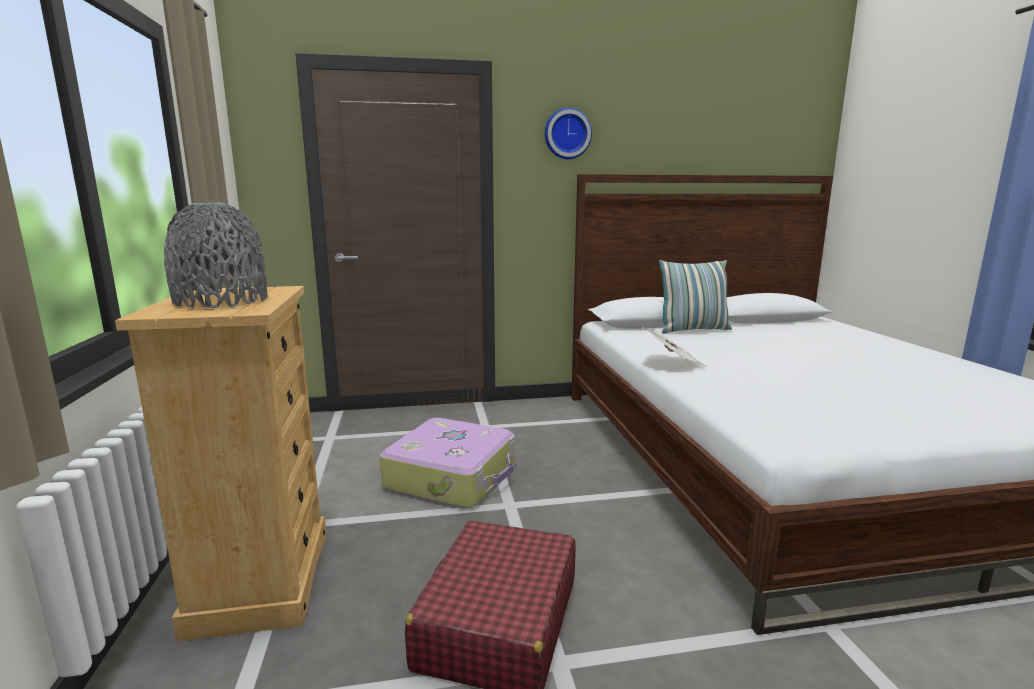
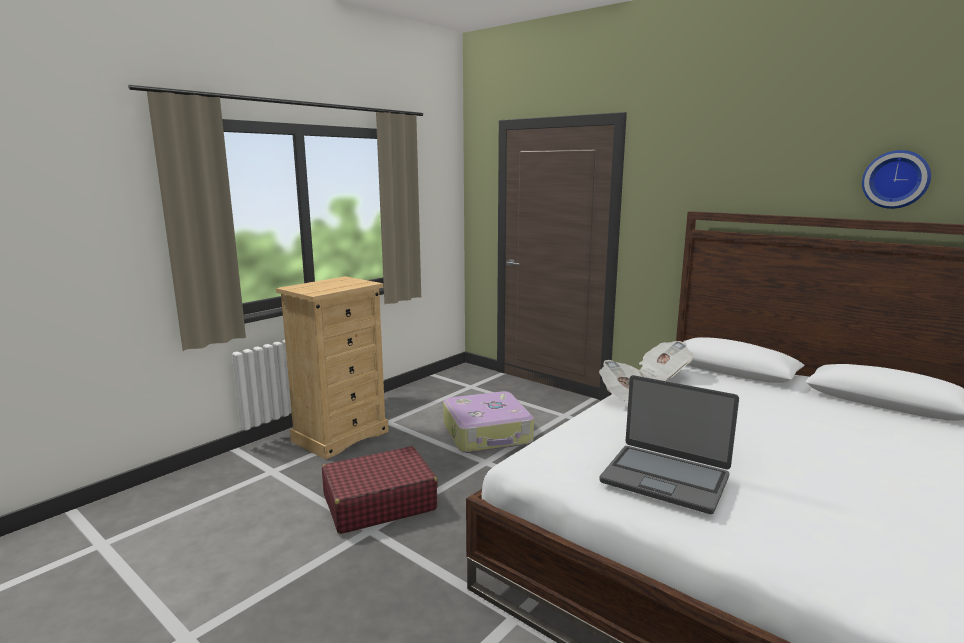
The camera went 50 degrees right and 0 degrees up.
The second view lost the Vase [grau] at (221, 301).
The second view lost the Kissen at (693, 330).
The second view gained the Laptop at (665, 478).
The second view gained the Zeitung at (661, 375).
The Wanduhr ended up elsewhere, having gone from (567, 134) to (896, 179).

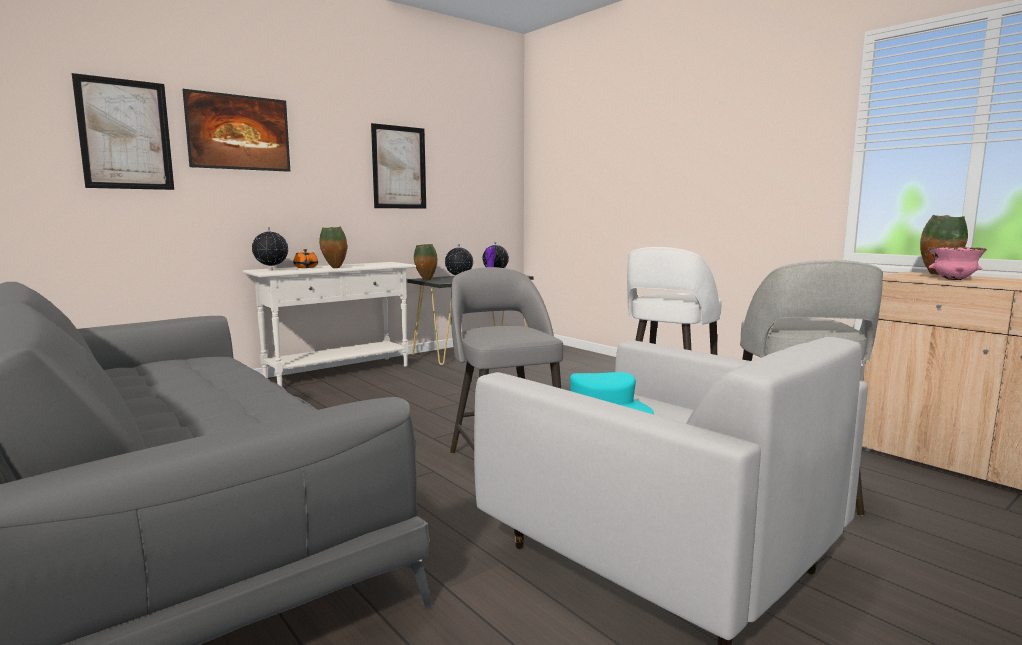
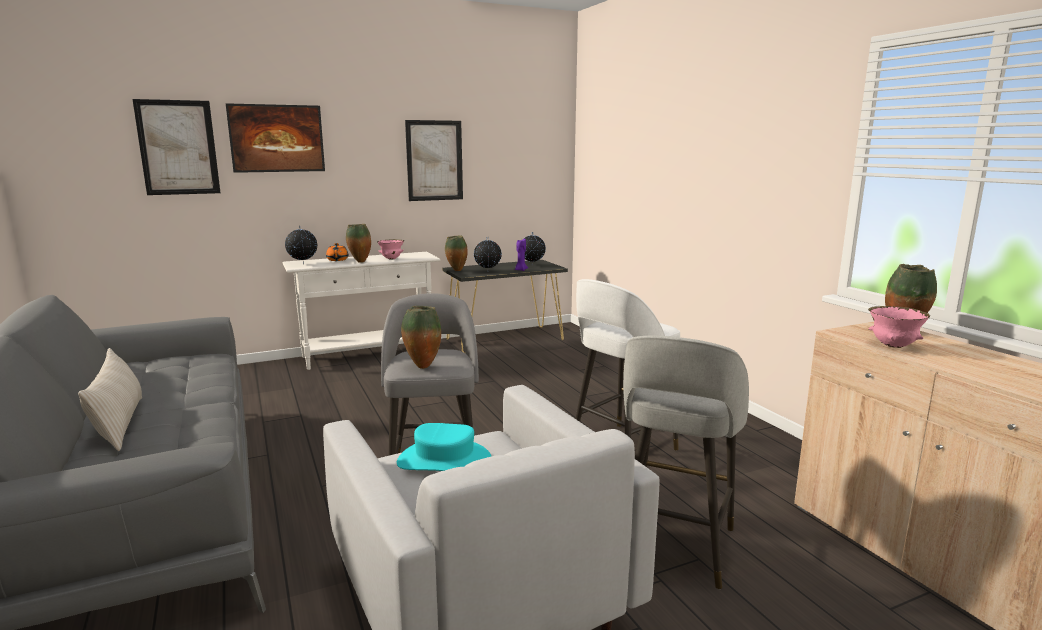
The camera went 15 degrees right and 5 degrees up.
The second view gained the Kissen [beige] at (119, 424).
The second view gained the Schüssel [rosa] at (391, 259).
The second view gained the Vase at (422, 366).

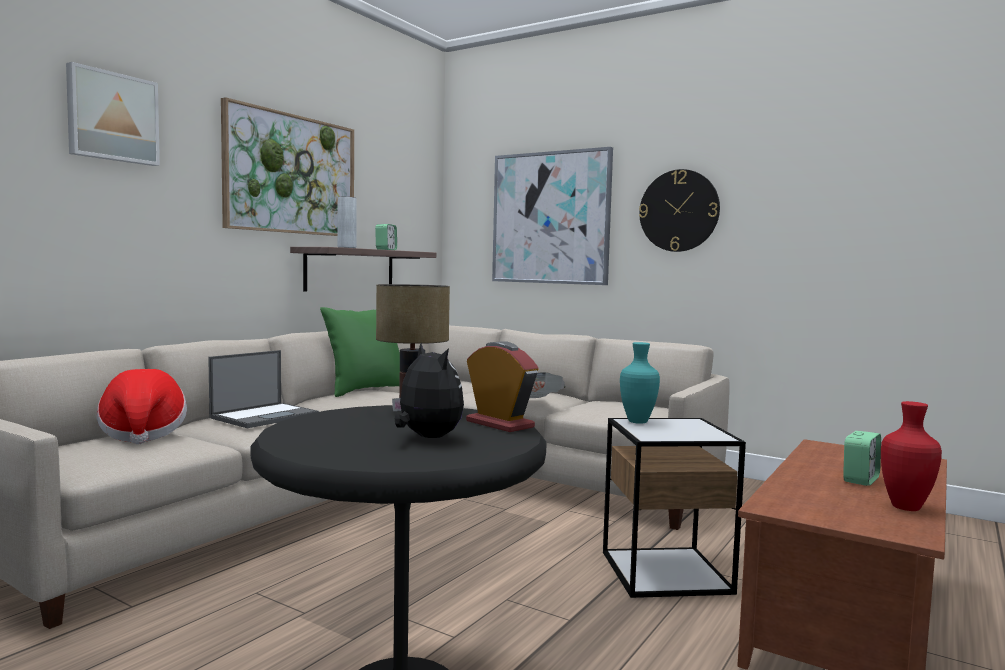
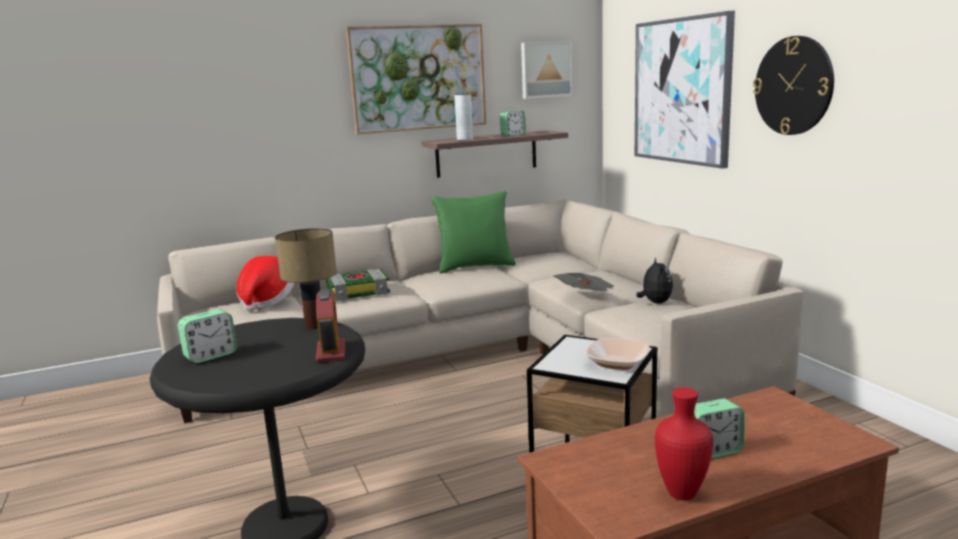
The camera went 35 degrees right and 10 degrees up.
The second view lost the Vase [türkis] at (637, 421).
The second view gained the Wecker at (211, 356).
The second view gained the Schüssel at (617, 362).
The Bild ended up elsewhere, having gone from (112, 117) to (545, 69).
The Plüschtier ended up elsewhere, having gone from (426, 438) to (655, 302).
Where the Laptop stood at (265, 416), the Buch came to stand at (359, 291).

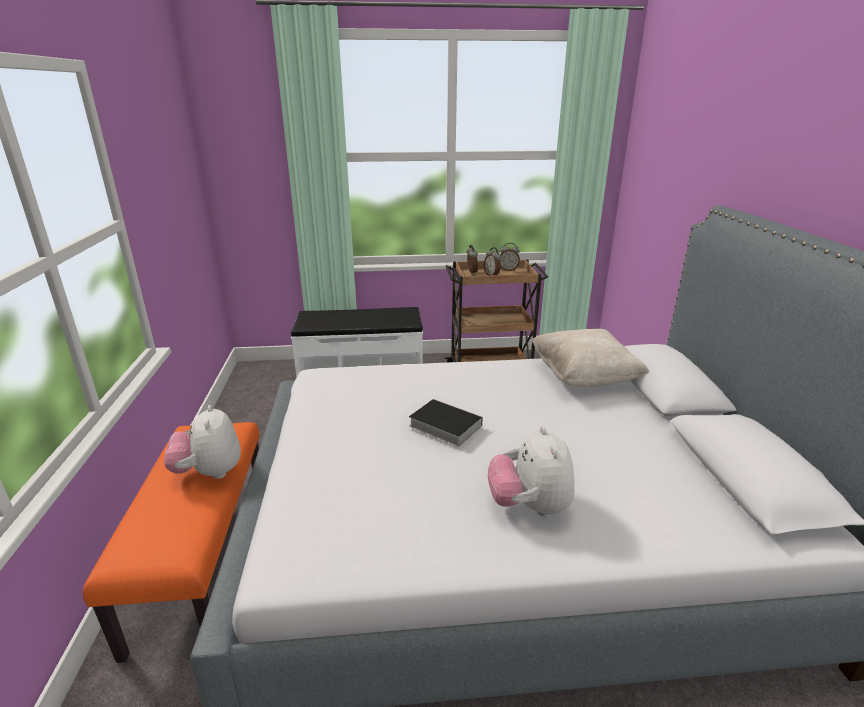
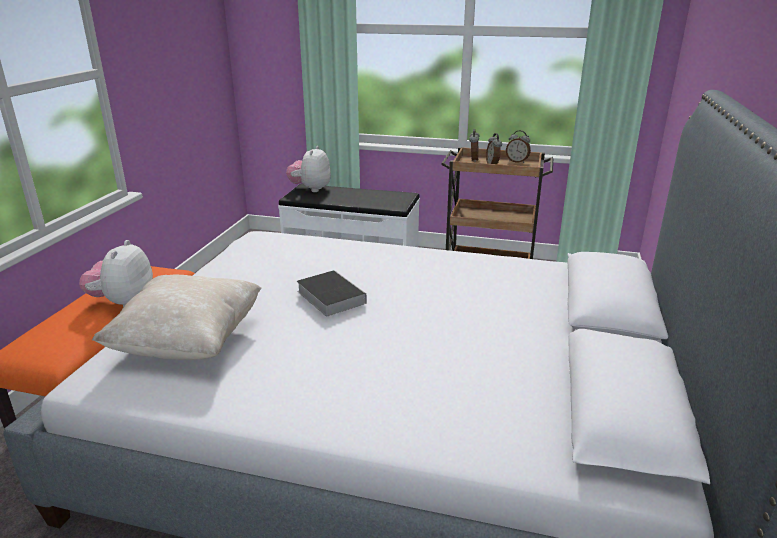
The camera went 20 degrees right and 0 degrees up.
The Plüschtier ended up elsewhere, having gone from (529, 506) to (310, 189).
The Kissen [beige] ended up elsewhere, having gone from (583, 377) to (188, 343).

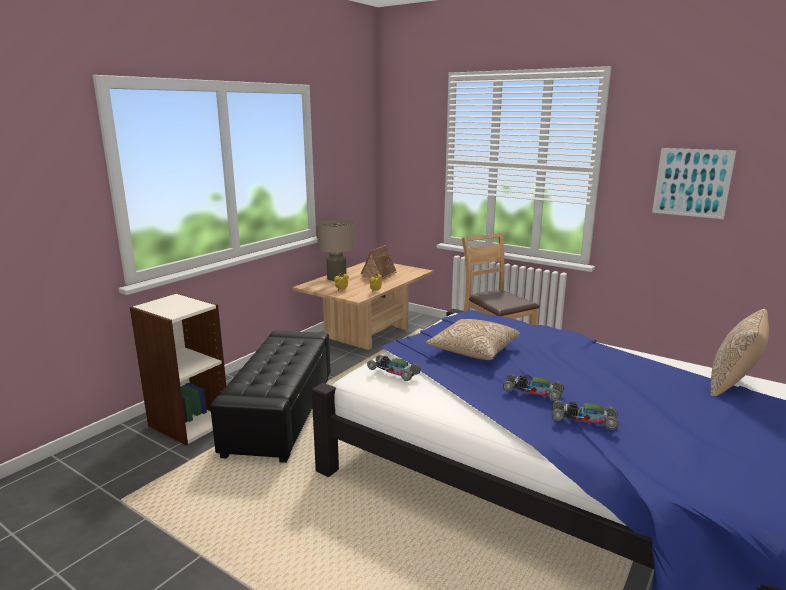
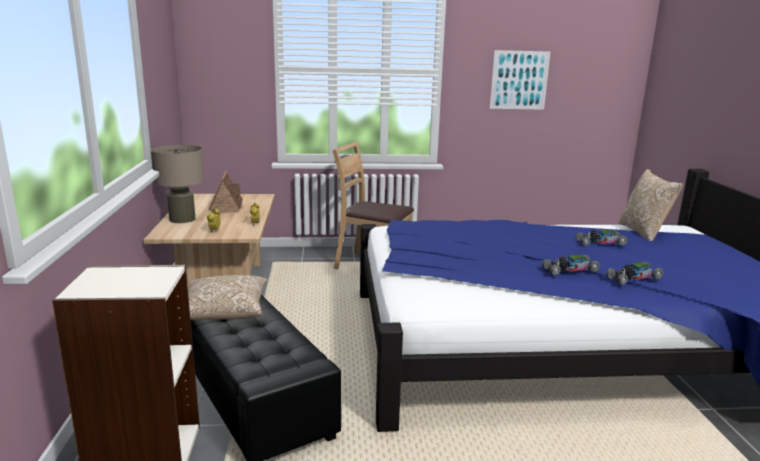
The camera went 40 degrees left and 0 degrees up.
The Spielzeugauto ended up elsewhere, having gone from (393, 372) to (600, 243).
The Kissen ended up elsewhere, having gone from (473, 351) to (224, 312).

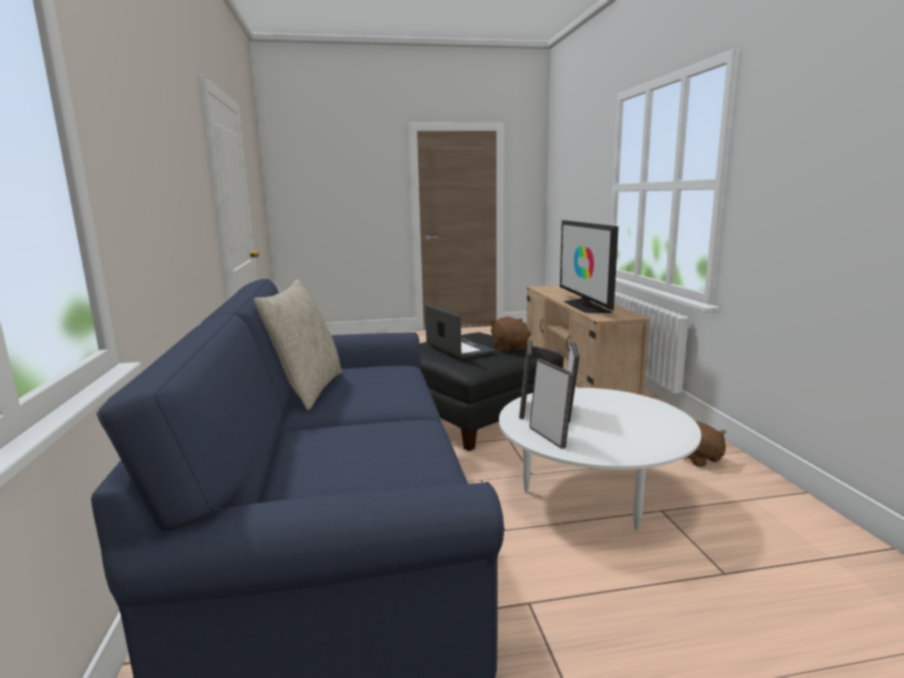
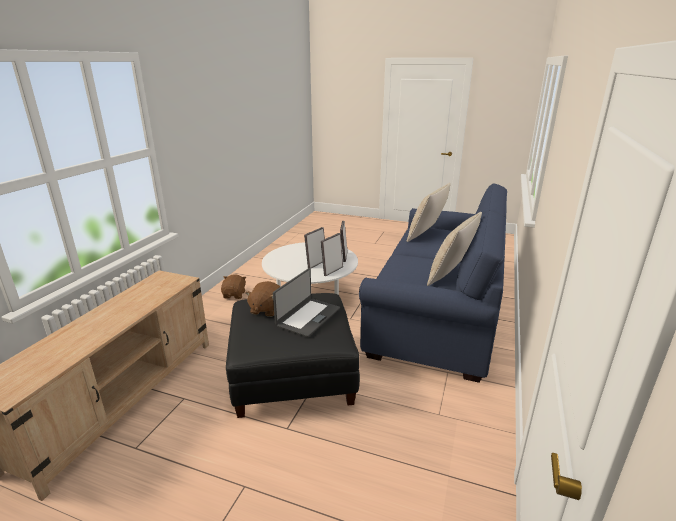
The camera went 150 degrees left and 10 degrees up.
The second view lost the Fernseher at (585, 306).
The second view gained the Kissen [beige] at (426, 235).
The Laptop at (458, 348) ended up facing another way, 150 degrees counterclockwise from before.

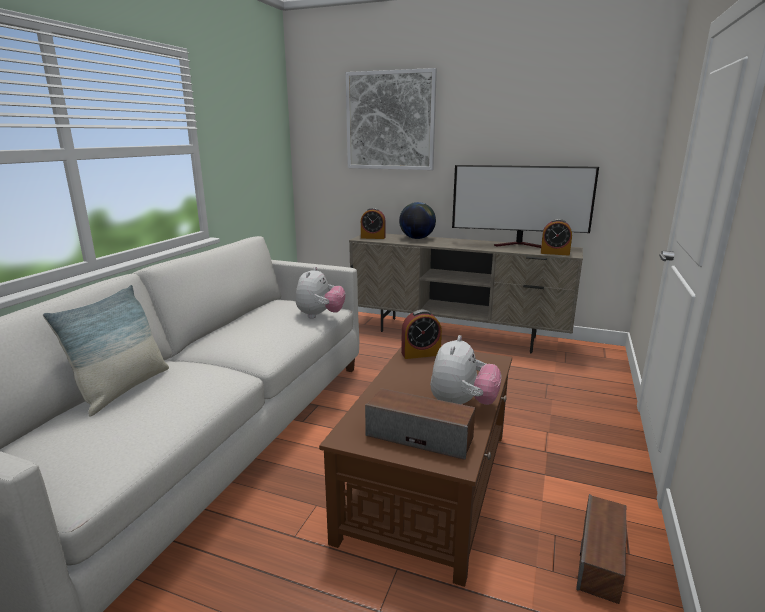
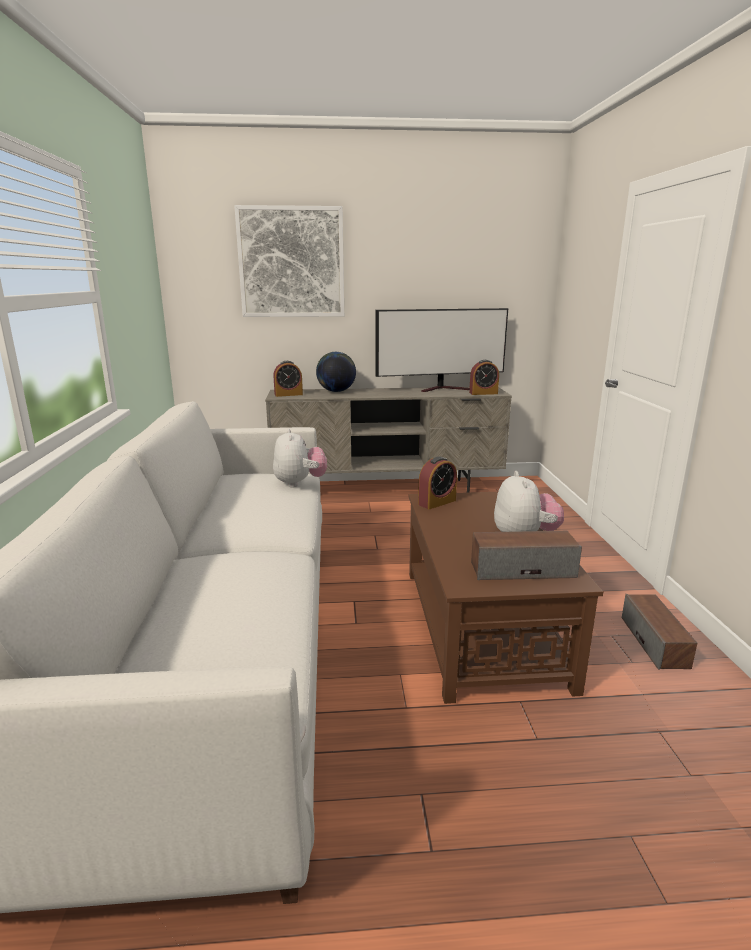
The camera went 25 degrees left and 0 degrees up.
The second view lost the Kissen at (123, 389).

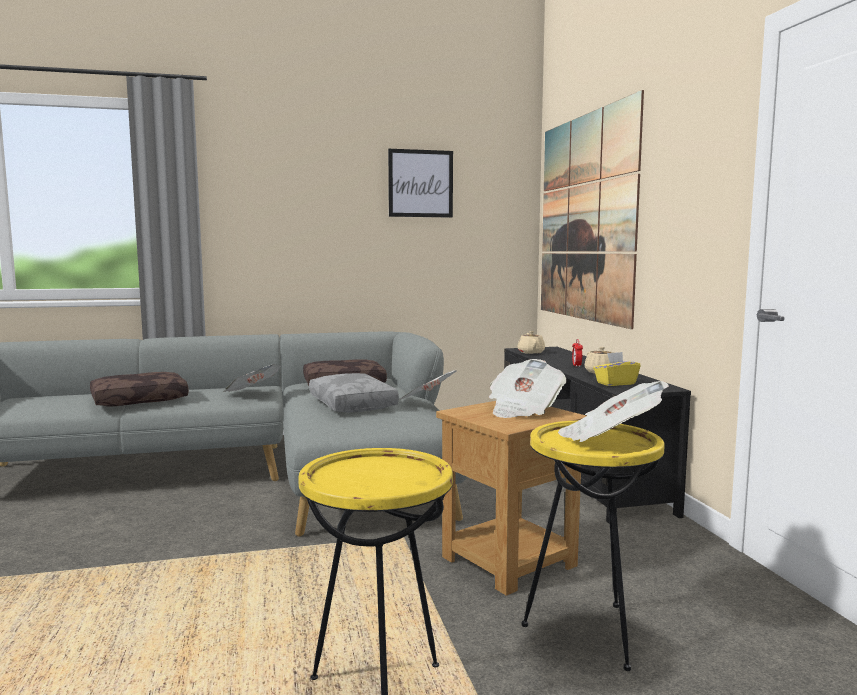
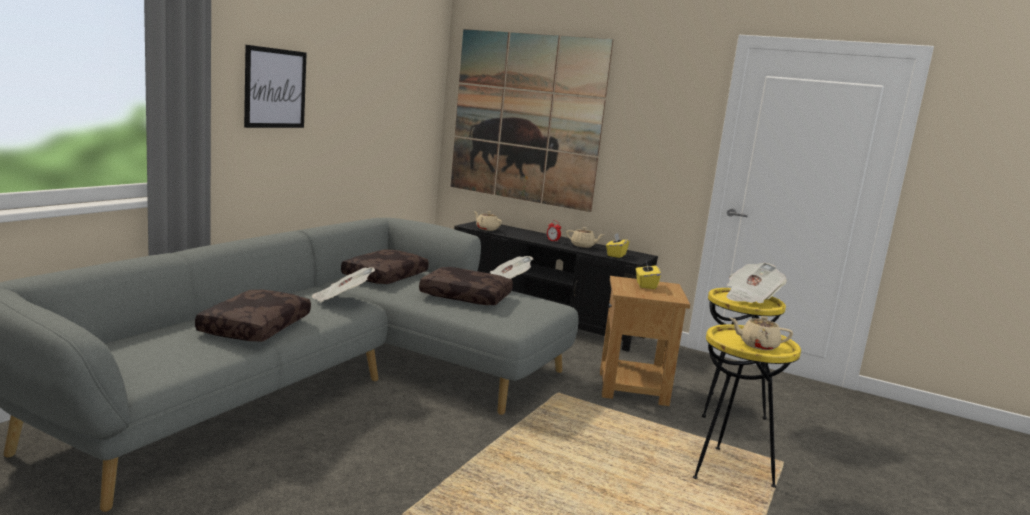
The camera went 50 degrees left and 5 degrees up.
The second view gained the Teekanne [beige] at (757, 345).
The Bild ended up elsewhere, having gone from (420, 183) to (275, 88).
Where the Zeitung stood at (523, 410), the Taschentuchbox [gelb] came to stand at (645, 285).
What was the Kissen [grau] at (354, 404) turned into the Kissen [braun] at (467, 296).

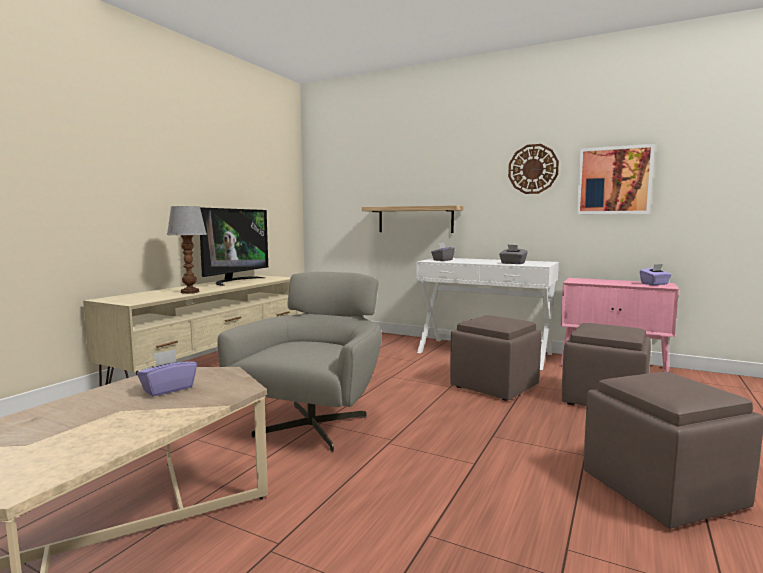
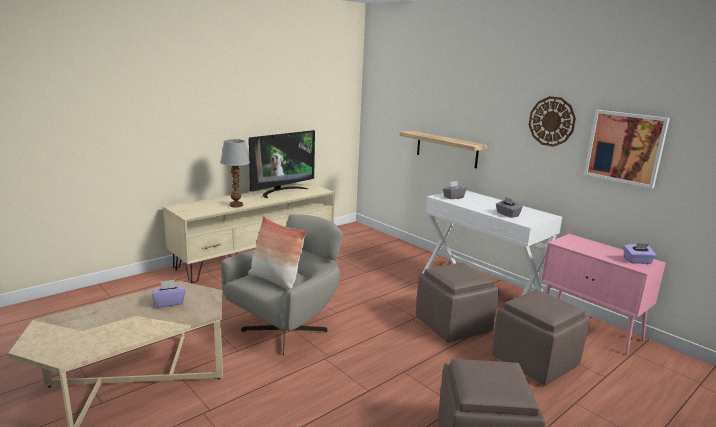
The camera went 20 degrees right and 10 degrees up.
The second view gained the Kissen at (275, 280).

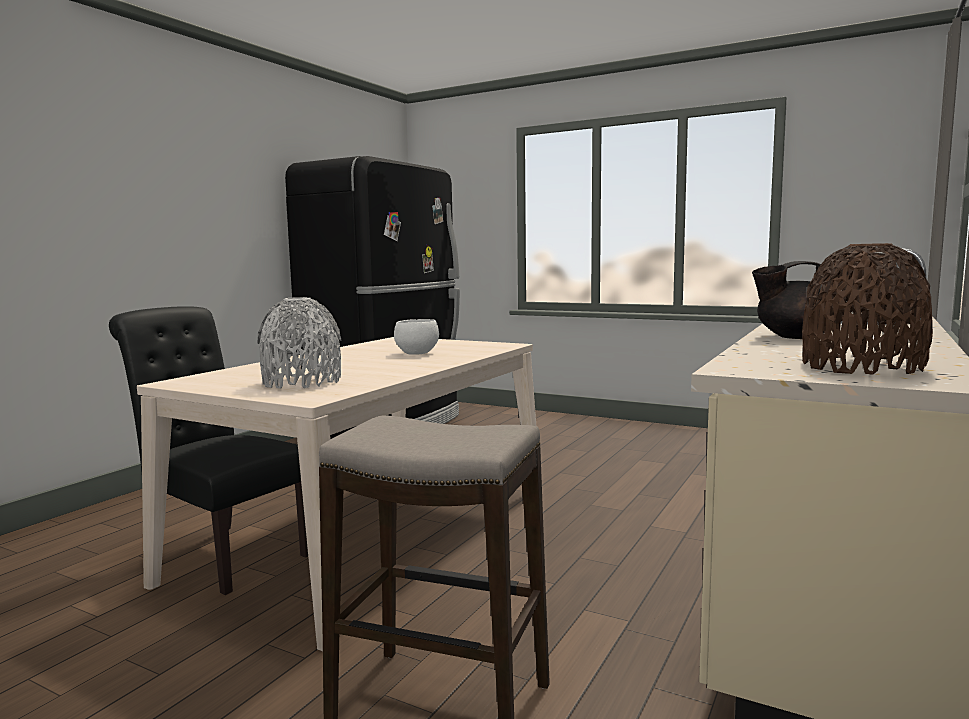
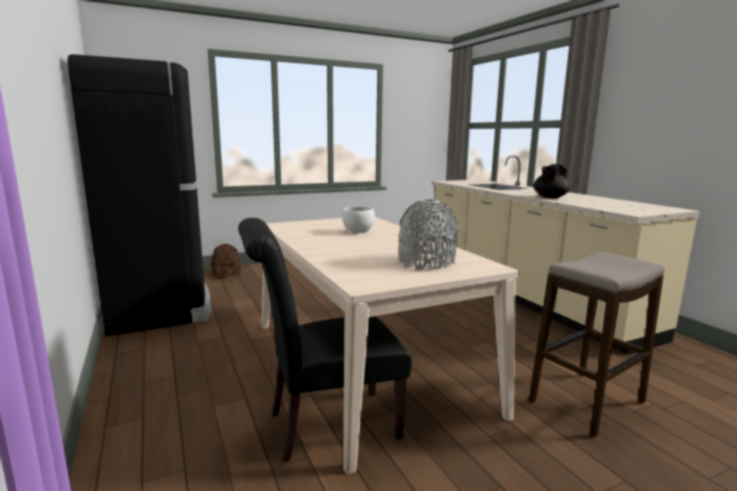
The camera went 55 degrees left and 5 degrees up.
The Vase [braun] ended up elsewhere, having gone from (861, 366) to (226, 274).

